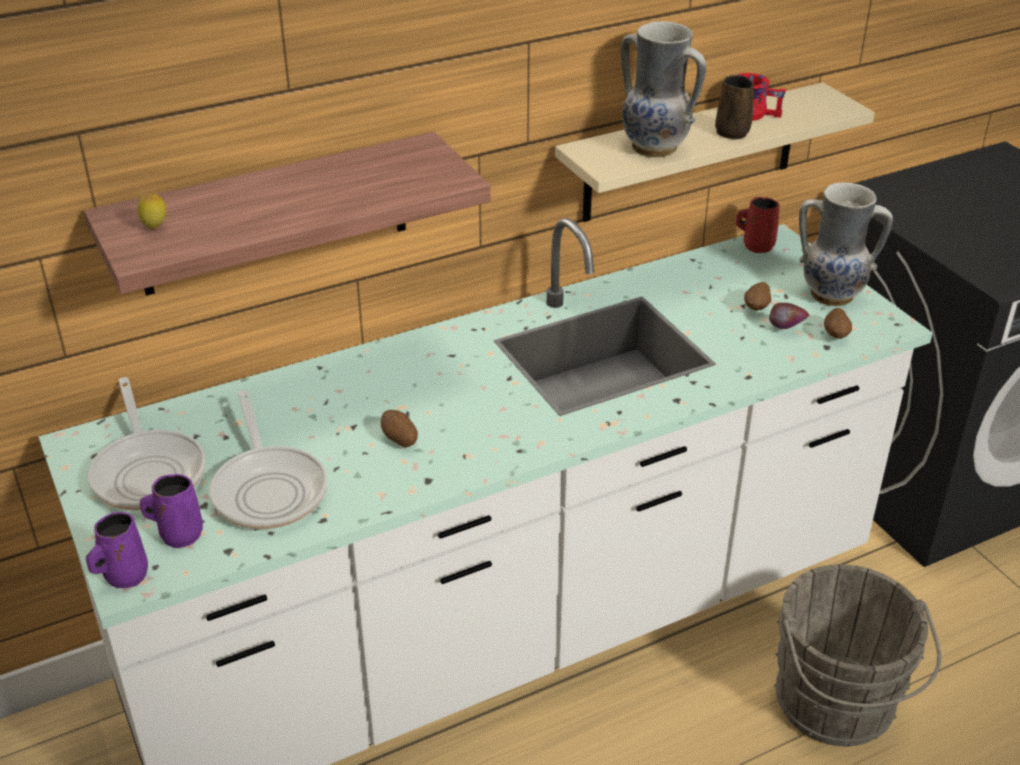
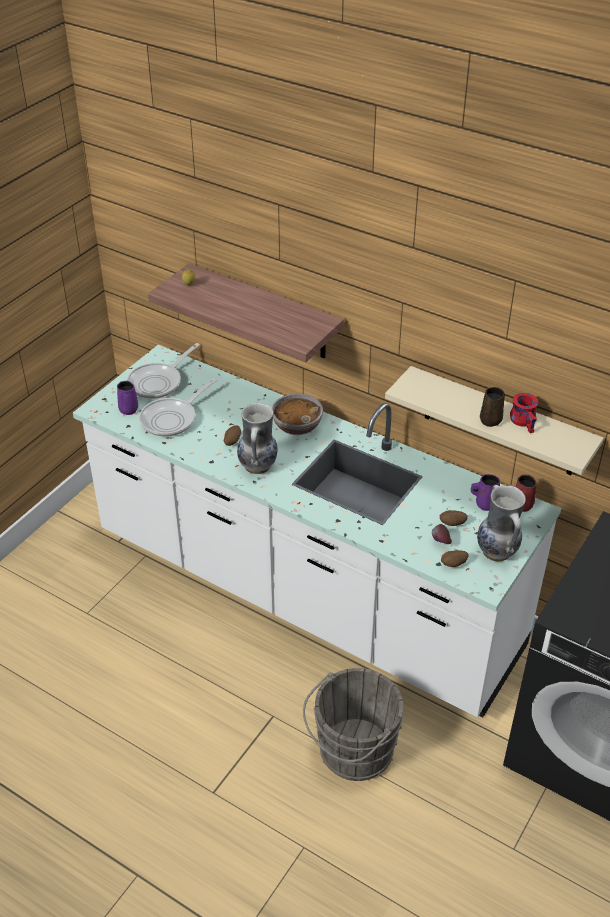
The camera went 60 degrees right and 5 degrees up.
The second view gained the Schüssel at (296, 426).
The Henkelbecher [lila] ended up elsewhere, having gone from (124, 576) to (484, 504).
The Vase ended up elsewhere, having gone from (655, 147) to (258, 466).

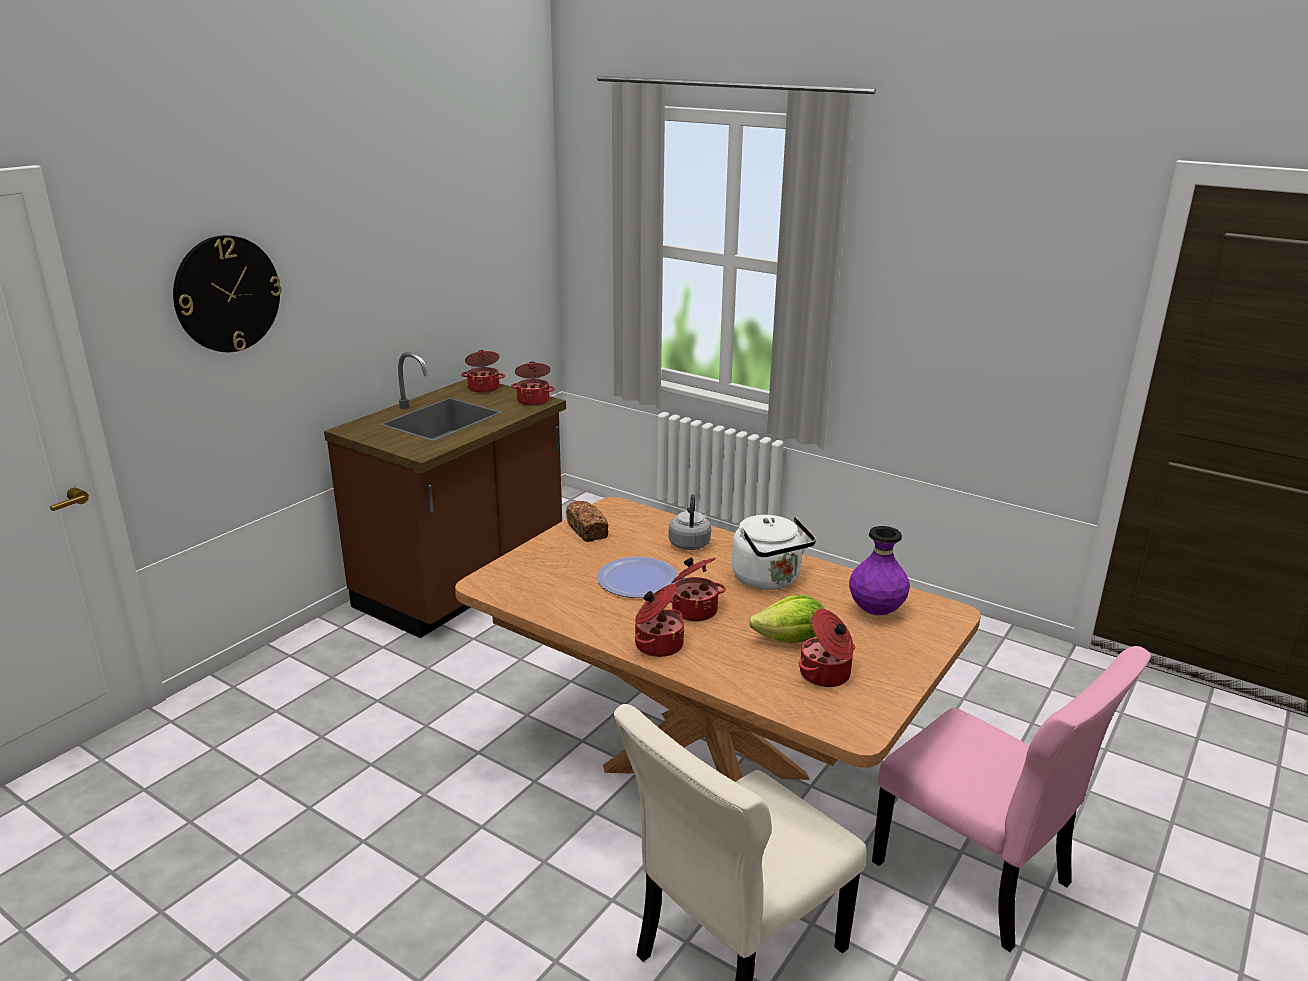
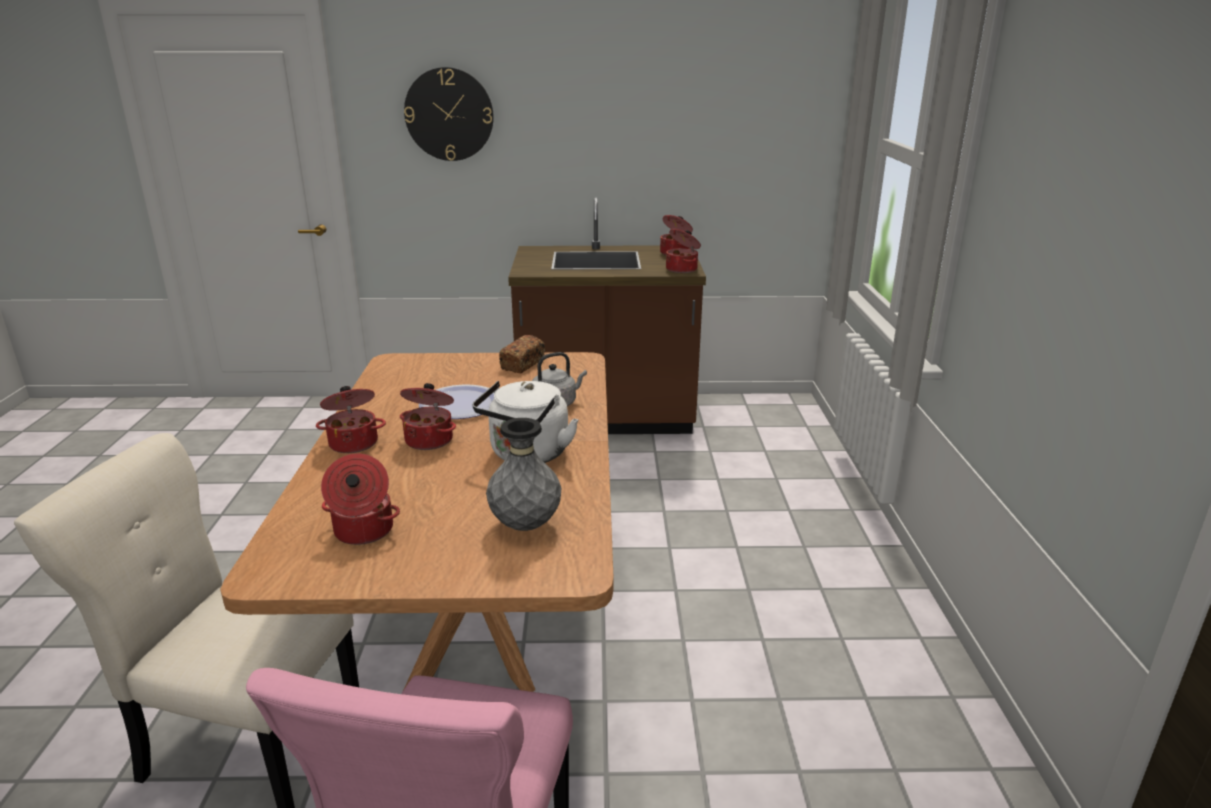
The camera went 55 degrees right and 0 degrees up.
The second view lost the Salatkopf at (791, 640).
What was the Vase [lila] at (875, 611) turned into the Vase [grau] at (525, 525).

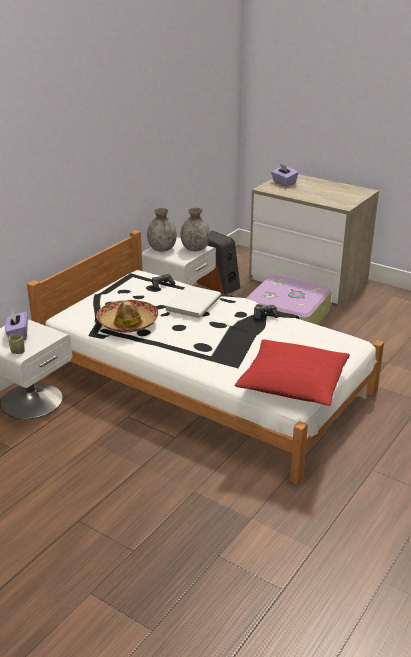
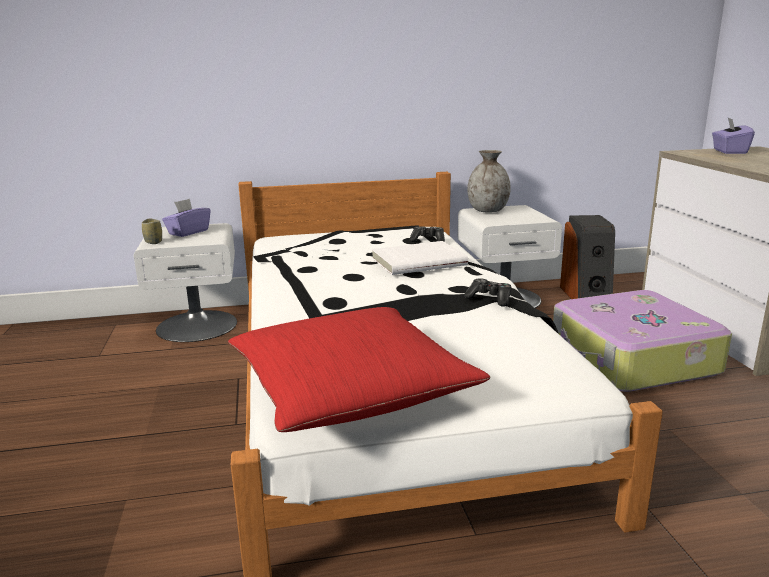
The camera went 45 degrees right and 10 degrees down.
The second view lost the Hut at (127, 323).
The second view lost the Vase [grau] at (195, 248).

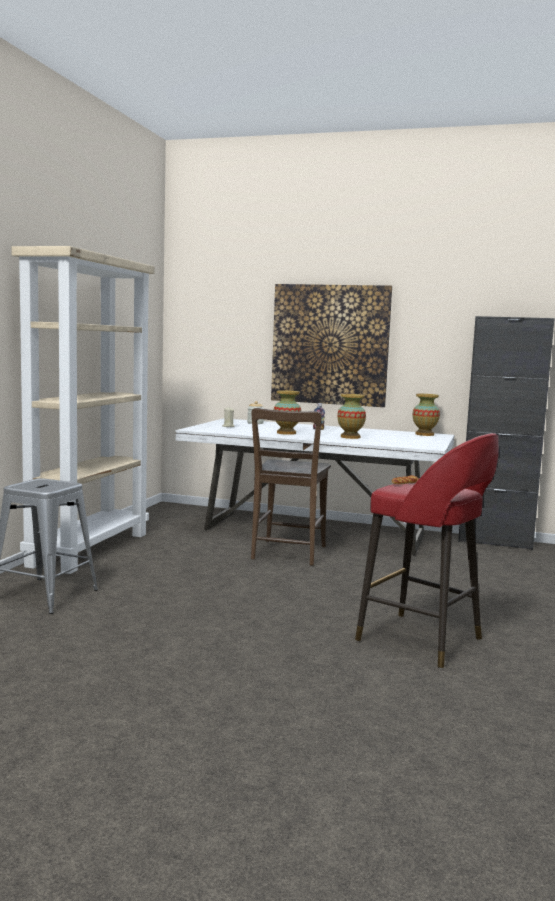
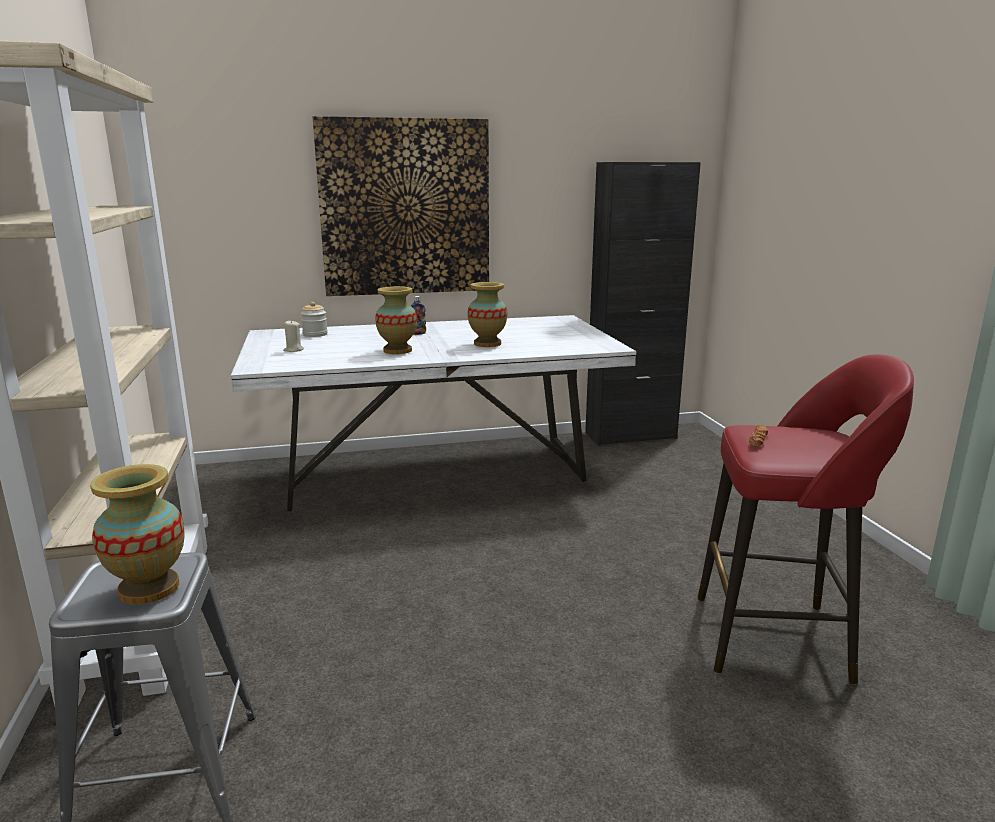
The camera went 30 degrees left and 10 degrees up.
The second view lost the Stuhl [braun] at (287, 554).
The Vase ended up elsewhere, having gone from (424, 434) to (148, 589).

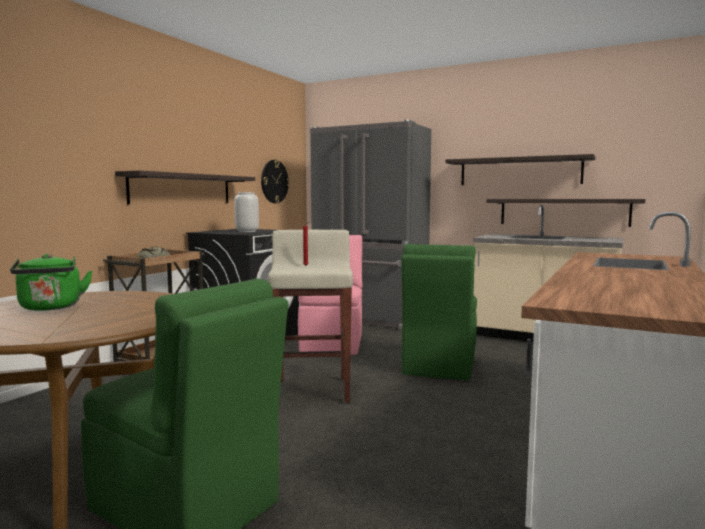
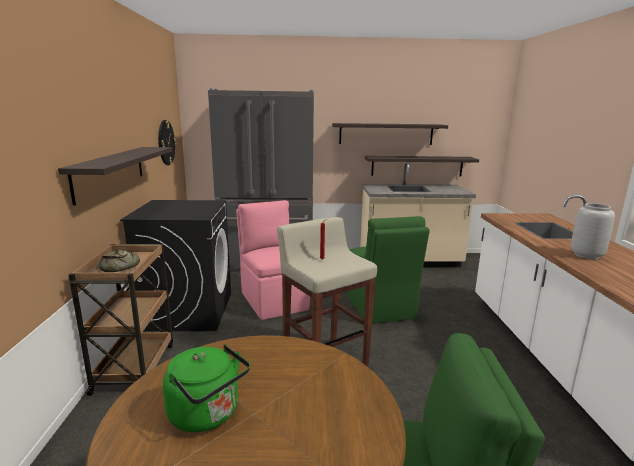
The camera went 30 degrees left and 10 degrees up.
The Vase [grau] ended up elsewhere, having gone from (247, 231) to (587, 255).

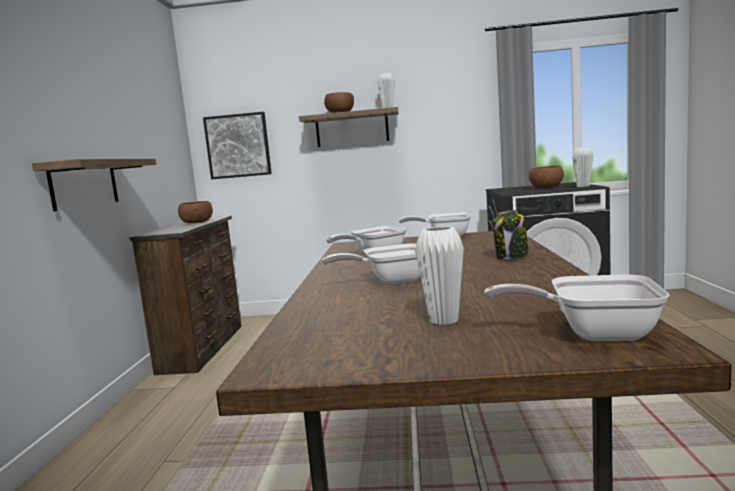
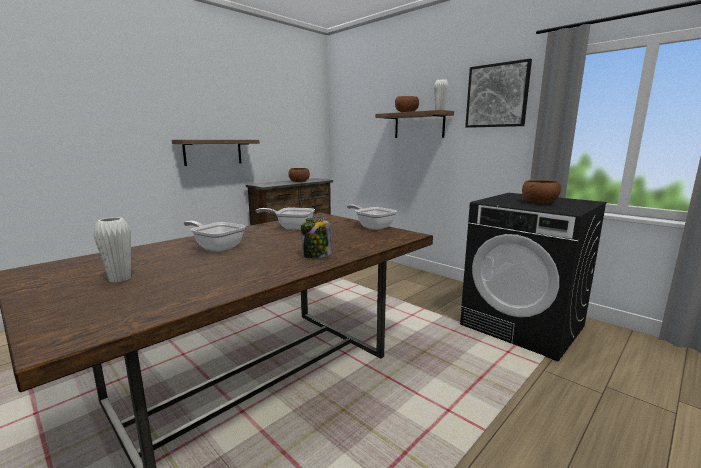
The camera went 40 degrees right and 5 degrees up.
The second view lost the Pfanne at (592, 333).
The second view lost the Vase [weiß] at (583, 186).
The Bild ended up elsewhere, having gone from (238, 146) to (497, 95).

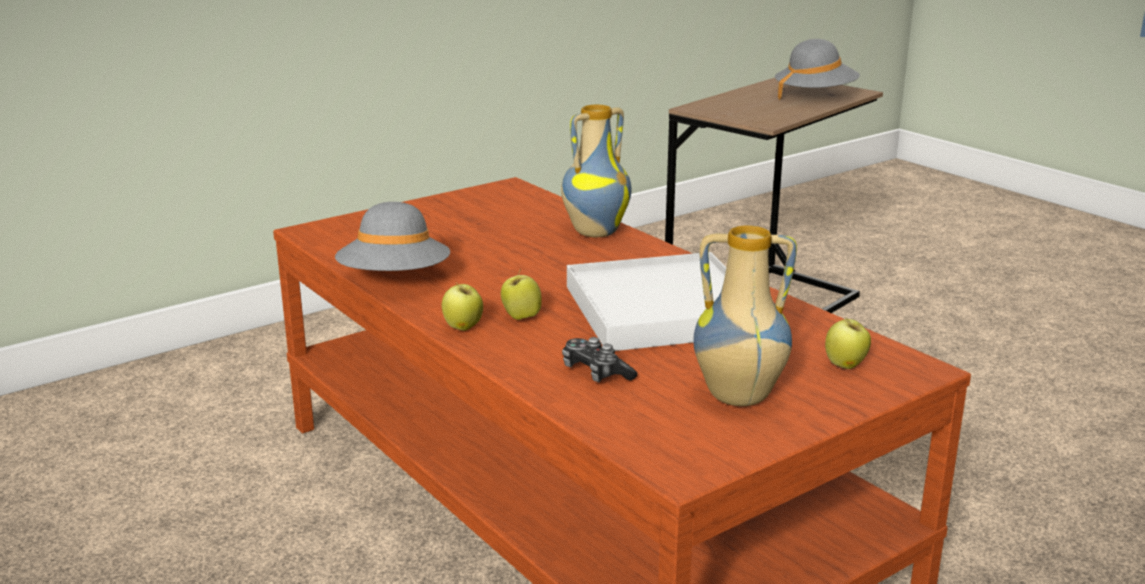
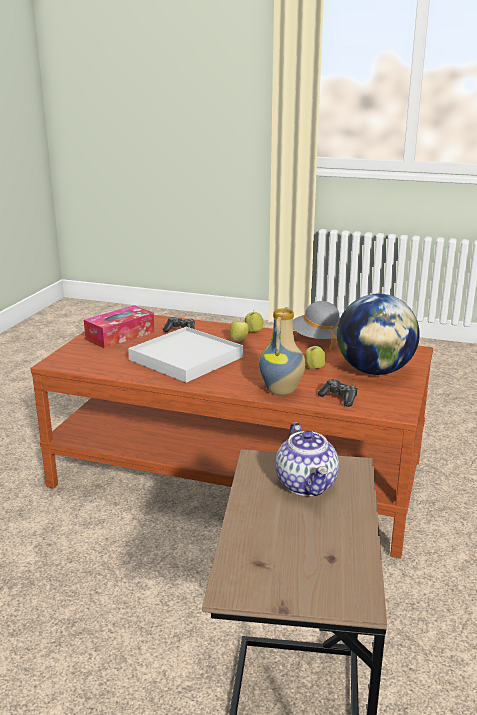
The camera went 145 degrees right and 0 degrees up.
The second view lost the Hut [grau] at (815, 96).
The second view gained the Teekanne at (307, 485).
The second view gained the Gamepad at (339, 398).
The second view gained the Globus at (374, 371).
The Apfel ended up elsewhere, having gone from (845, 366) to (314, 368).
Where the Vase stood at (738, 398), the Taschentuchbox came to stand at (120, 336).

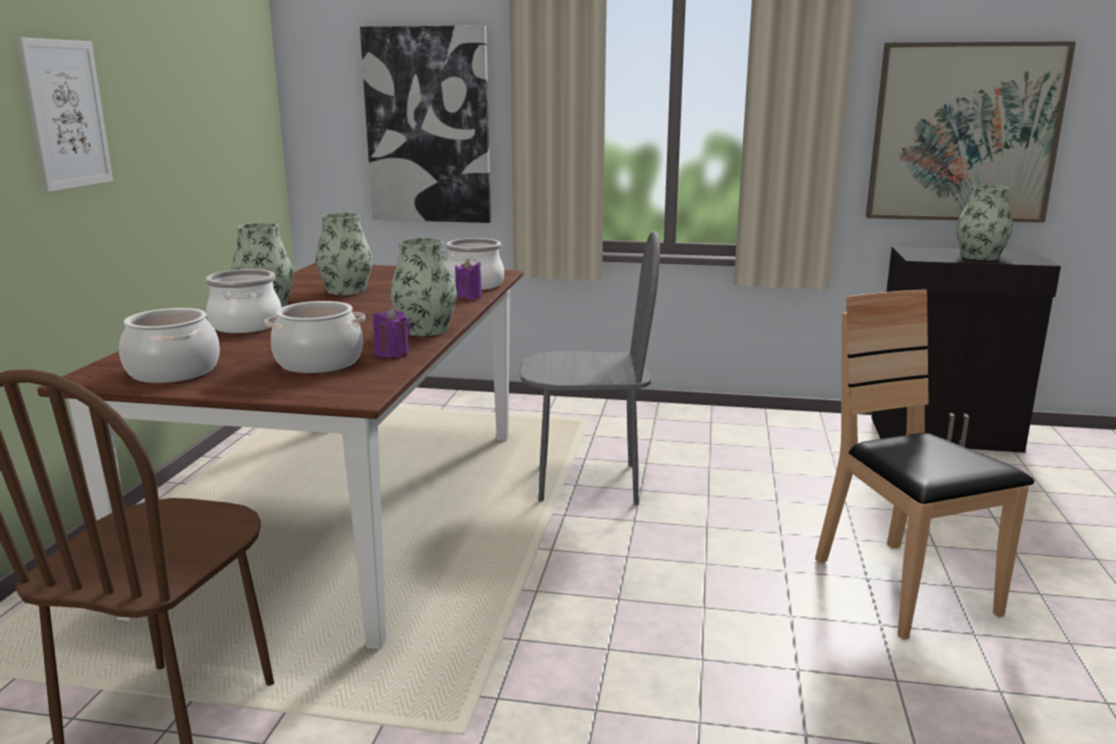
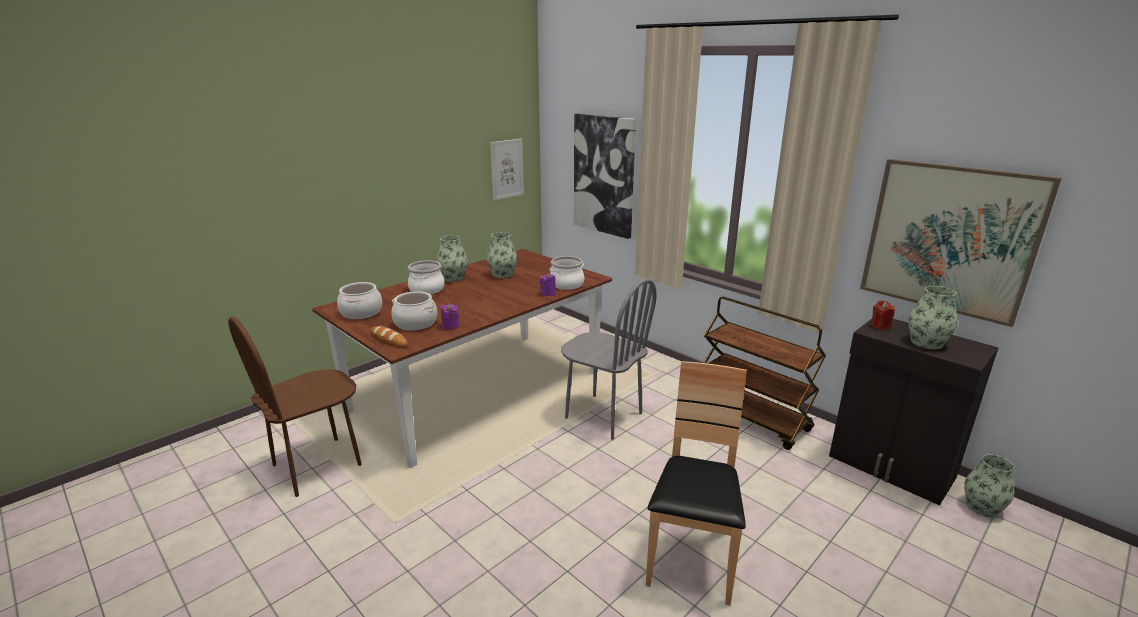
The camera went 35 degrees right and 5 degrees up.
The second view gained the Brot at (389, 340).
The second view gained the Rollwagen [braun] at (752, 419).
The second view gained the Kerze [rot] at (880, 326).
The Bild ended up elsewhere, having gone from (66, 114) to (506, 169).
The Vase ended up elsewhere, having gone from (425, 330) to (982, 507).

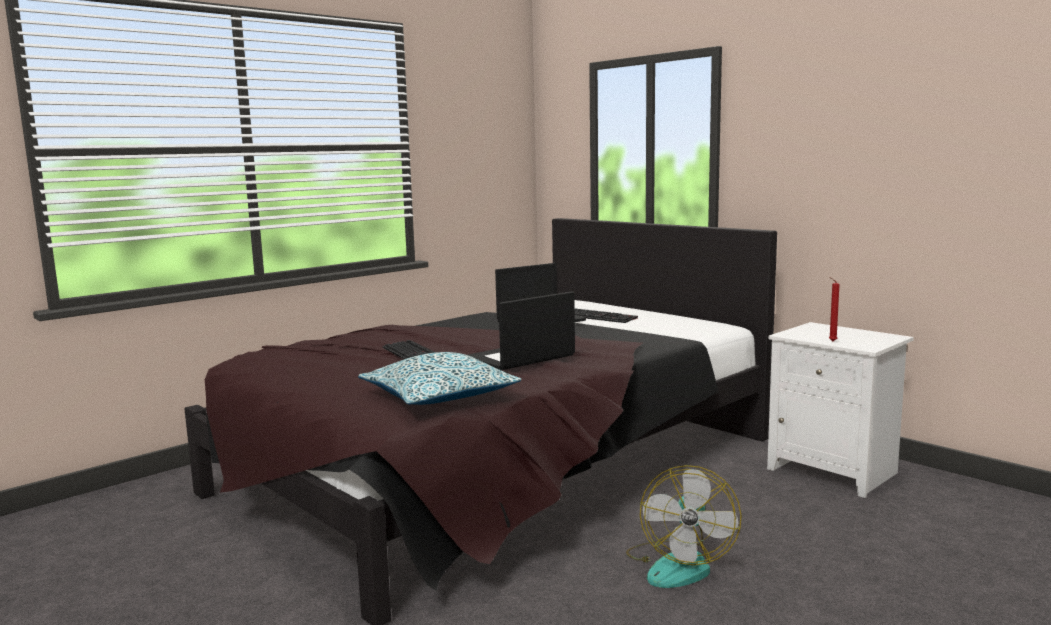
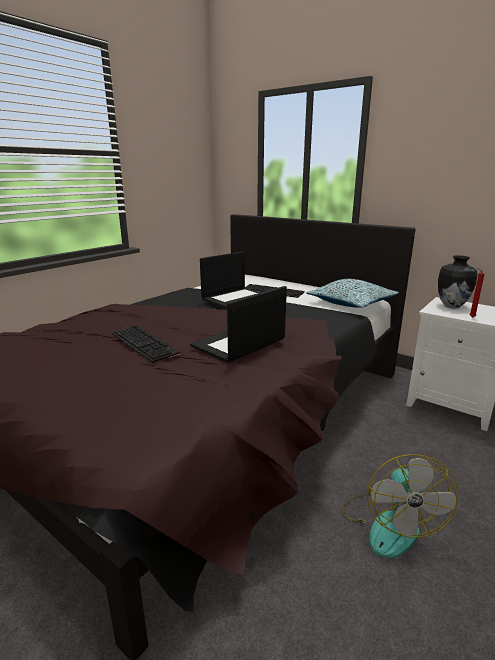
The camera went 10 degrees left and 10 degrees up.
The second view gained the Vase at (451, 306).
The Kissen ended up elsewhere, having gone from (439, 397) to (351, 303).

